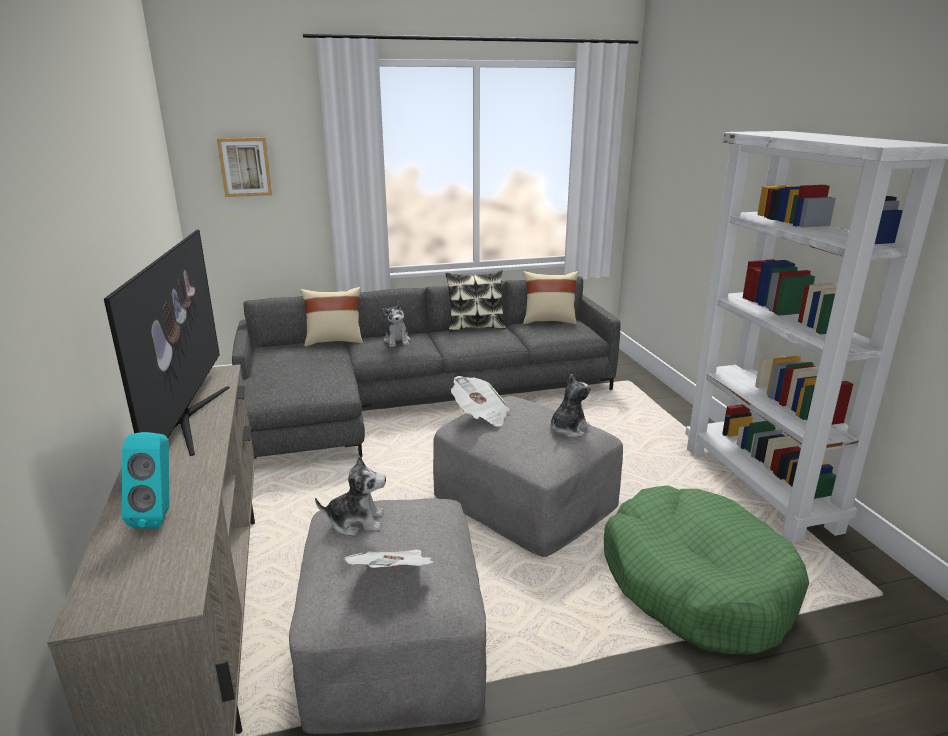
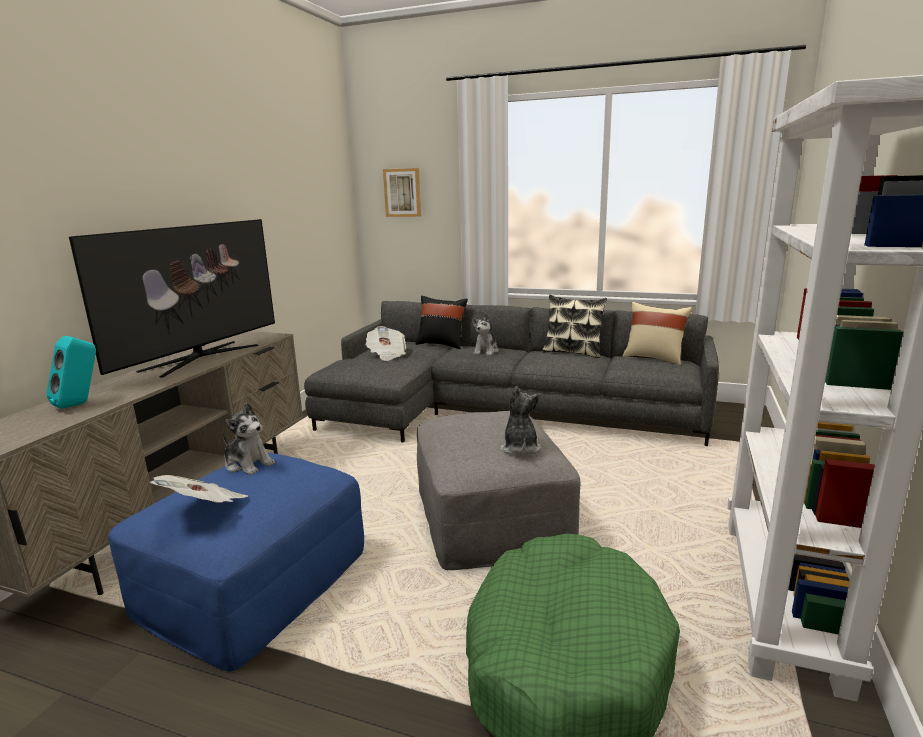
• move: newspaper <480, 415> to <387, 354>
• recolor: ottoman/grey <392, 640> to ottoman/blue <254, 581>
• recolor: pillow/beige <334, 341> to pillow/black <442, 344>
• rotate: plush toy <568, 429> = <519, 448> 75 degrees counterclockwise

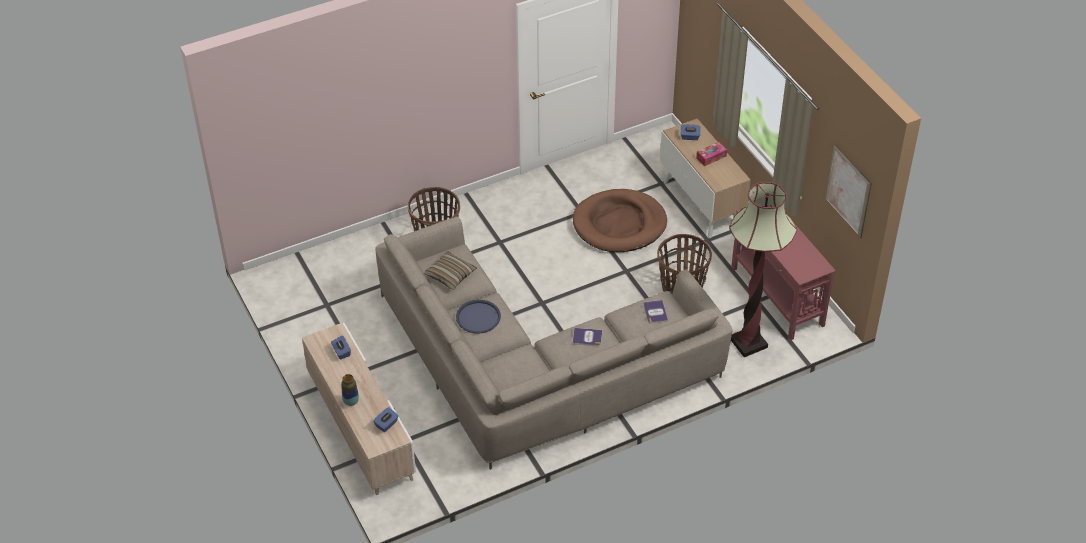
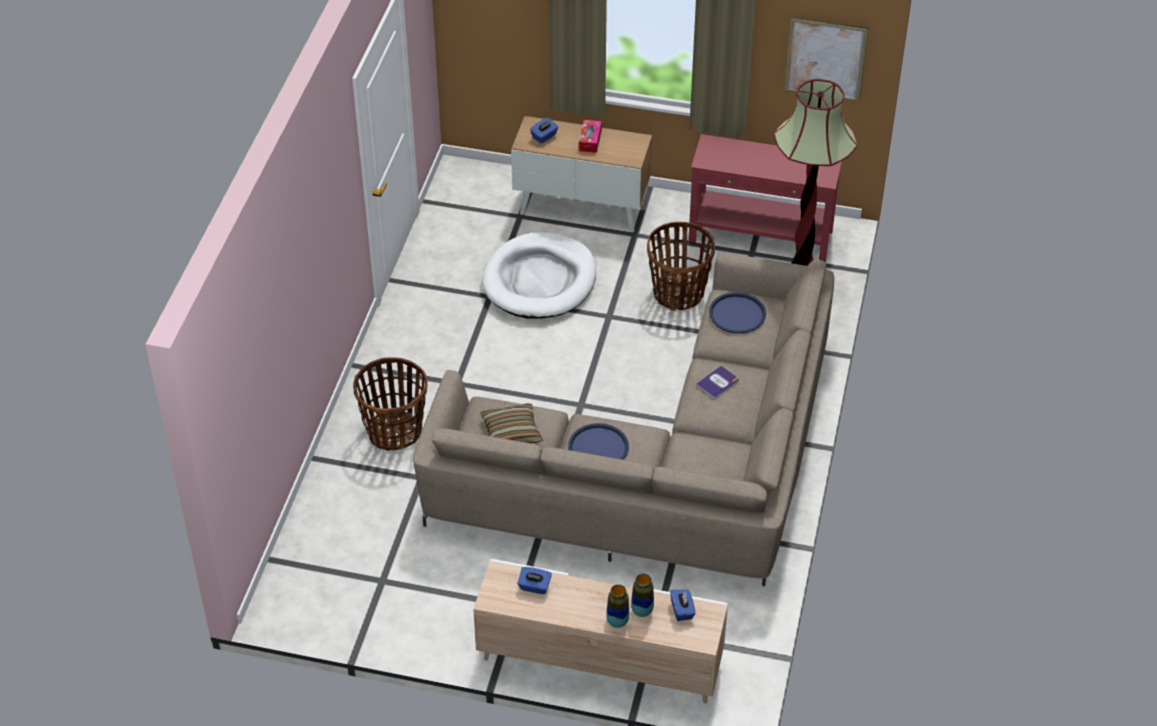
• insert: vase <642, 611>
• replace: book <655, 312> to tray/blue <737, 314>
• recolor: dog bed/brown <619, 224> to dog bed/white <540, 280>

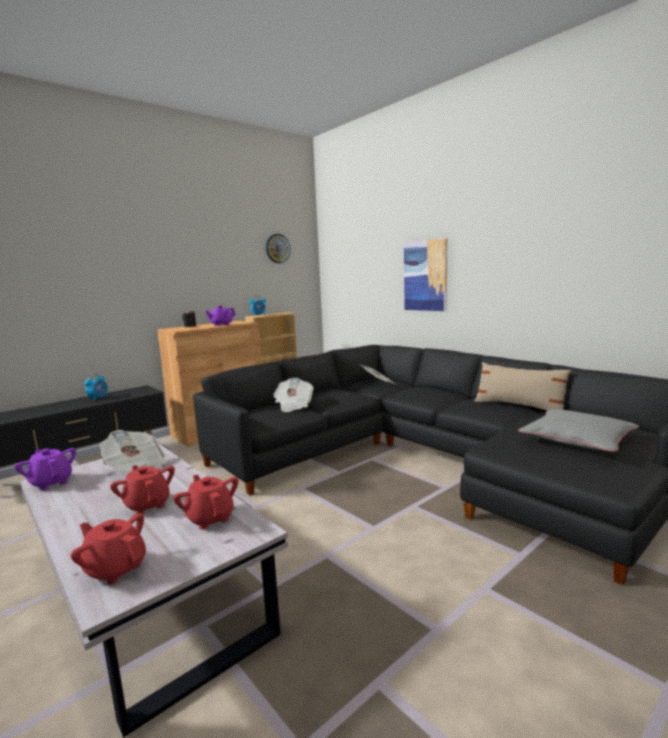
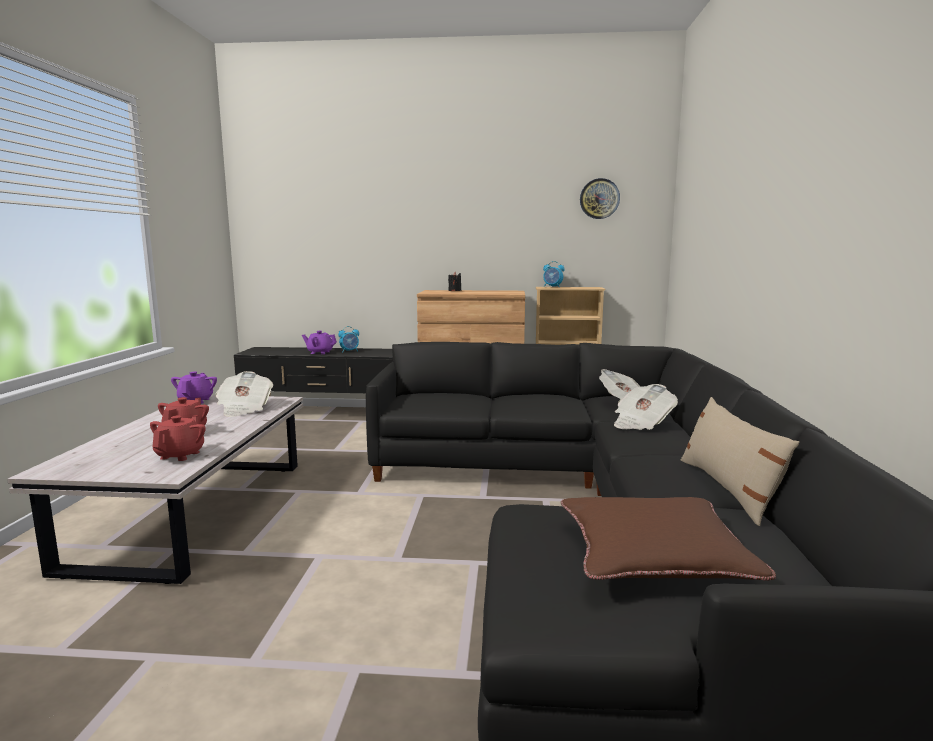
• delete: teapot/red <115, 569>
• delete: picture <425, 275>
• move: teapot/purple <221, 325> to <320, 352>
• move: newspaper <293, 405> to <641, 423>
• recolor: pillow/grey <577, 438> to pillow/brown <653, 553>

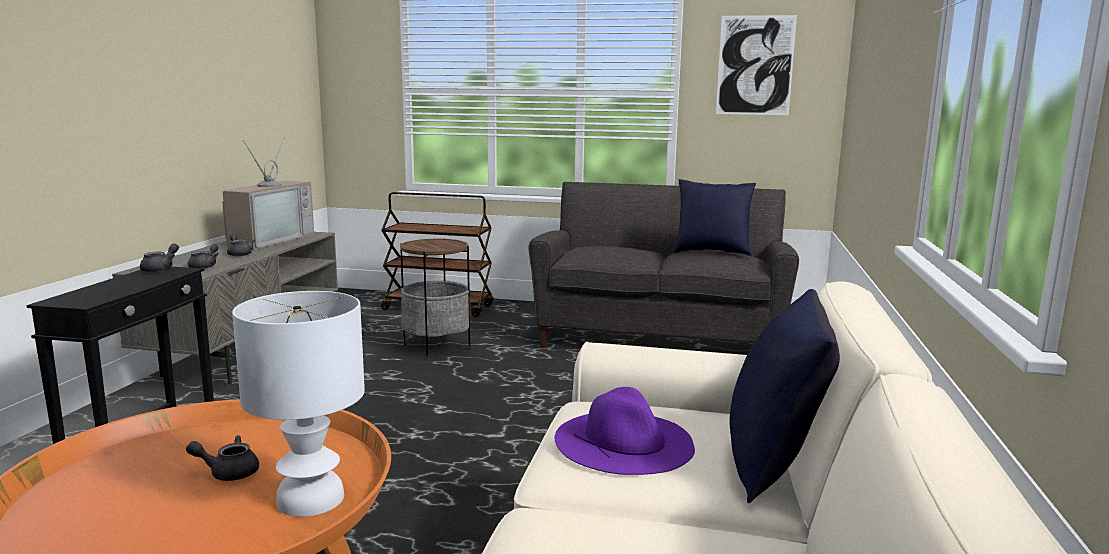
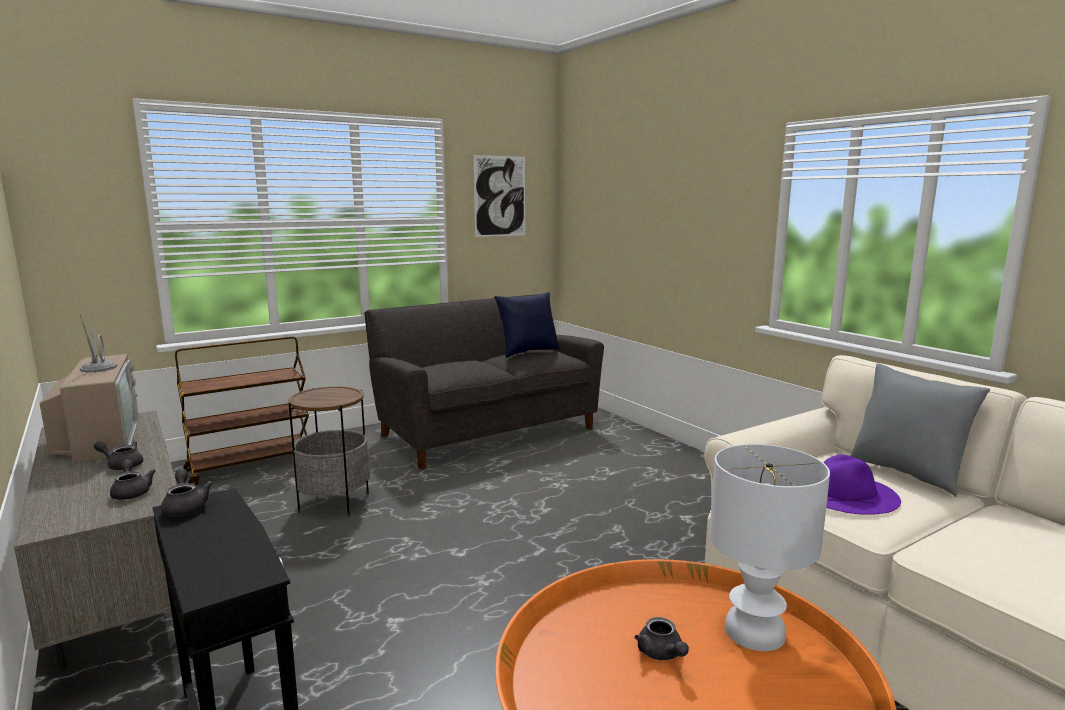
• recolor: pillow/blue <775, 464> to pillow/grey <906, 474>
• rotate: teapot/grey <228, 472> = <662, 654> 60 degrees counterclockwise

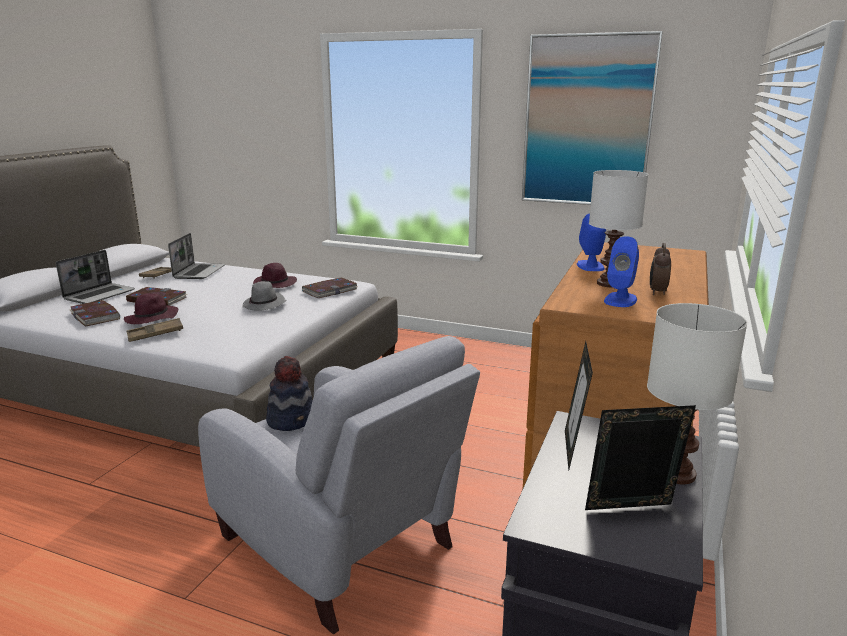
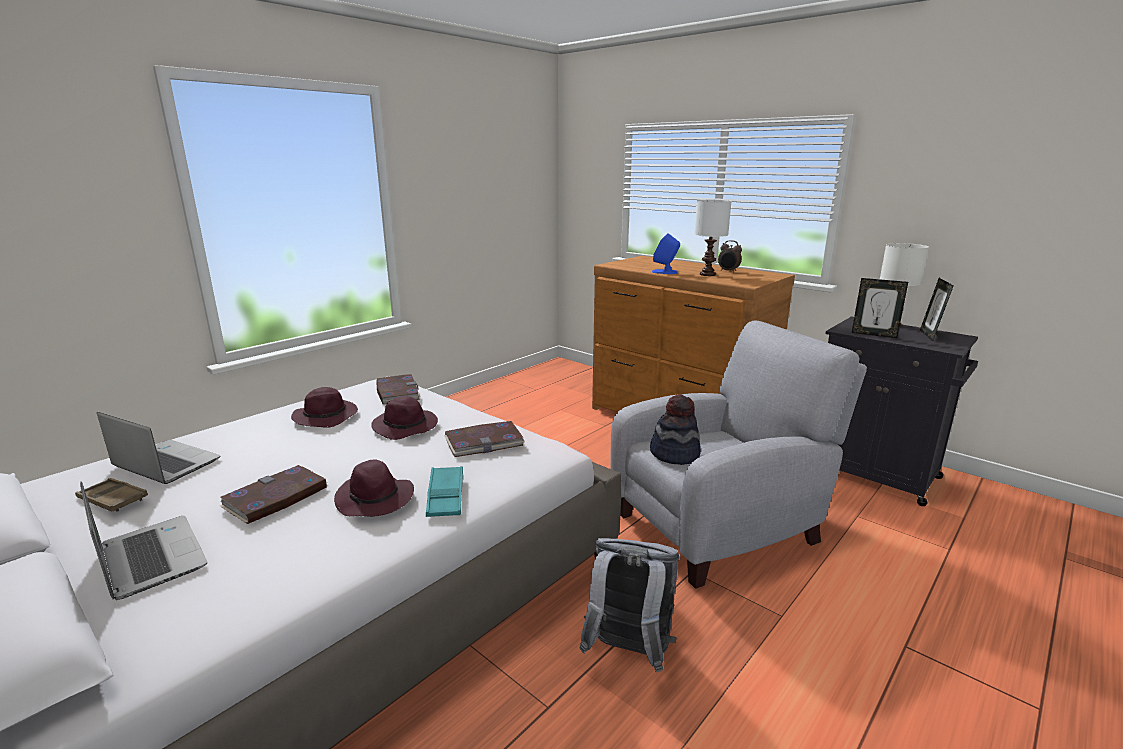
• delete: picture <587, 121>
• delete: speaker/blue <620, 300>
• insert: backpack/grey <628, 652>
• move: book <95, 316> to <484, 442>
• recolor: tray/brown <155, 334> to tray/turquoise <445, 496>
• recolor: hat/grey <264, 305> to hat/purple <406, 427>

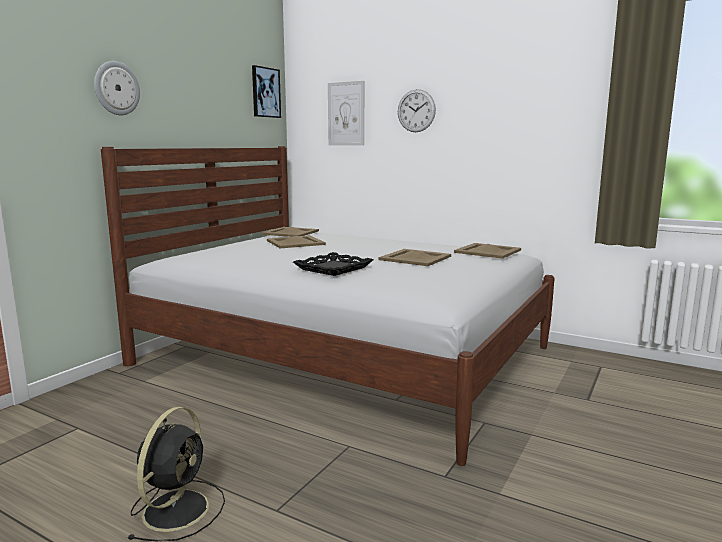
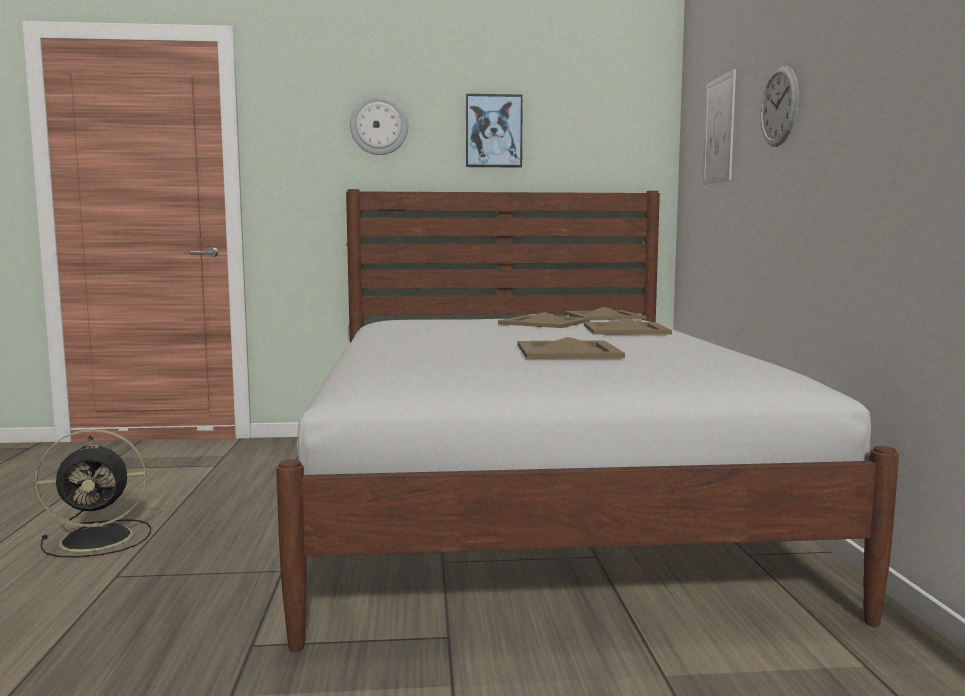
• delete: tray/black <333, 268>
• move: picture <265, 92> to <493, 131>
• move: tray/beige <488, 251> to <625, 330>

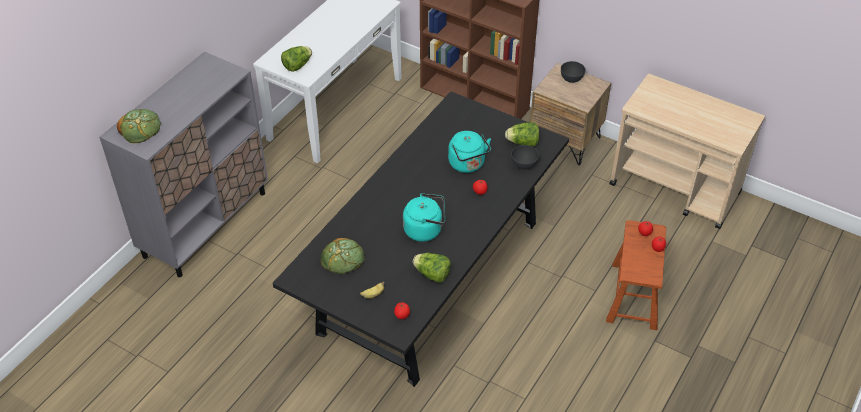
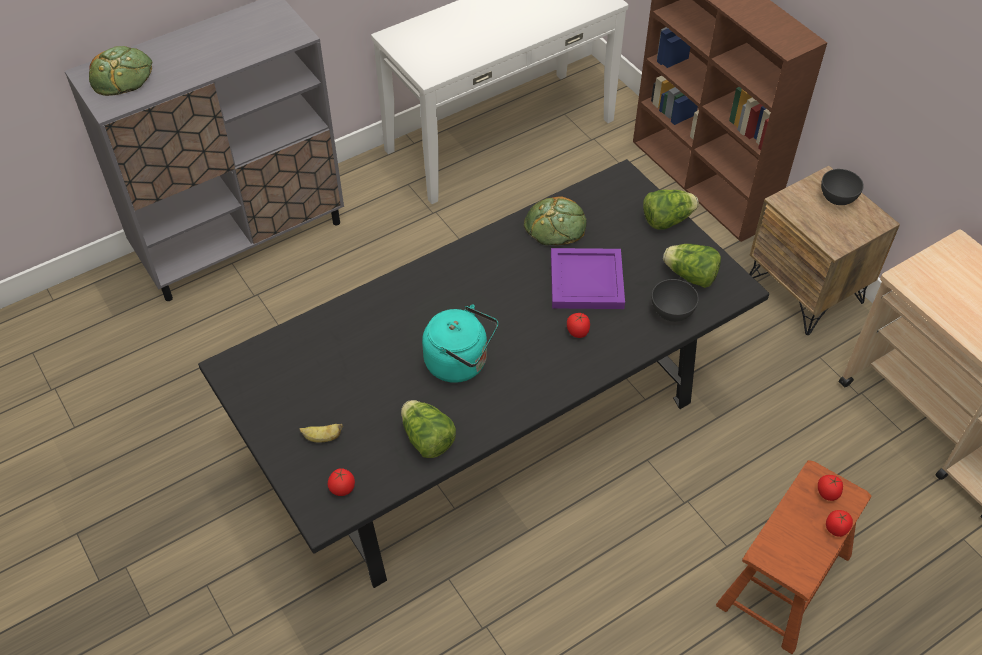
• move: lettuce <297, 66> to <667, 220>
• move: bread <343, 259> to <556, 226>
• replace: kettle/turquoise <468, 164> to tray/purple <585, 282>

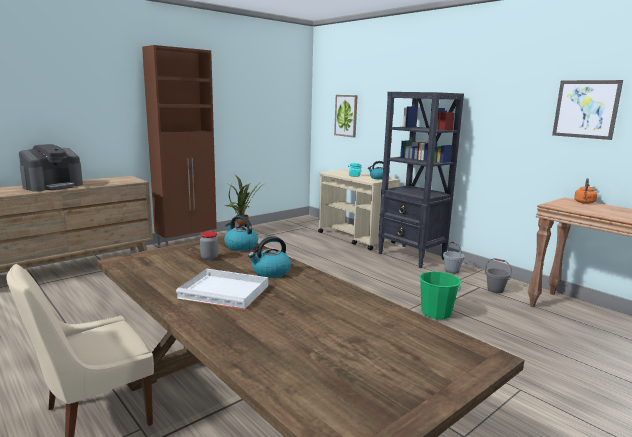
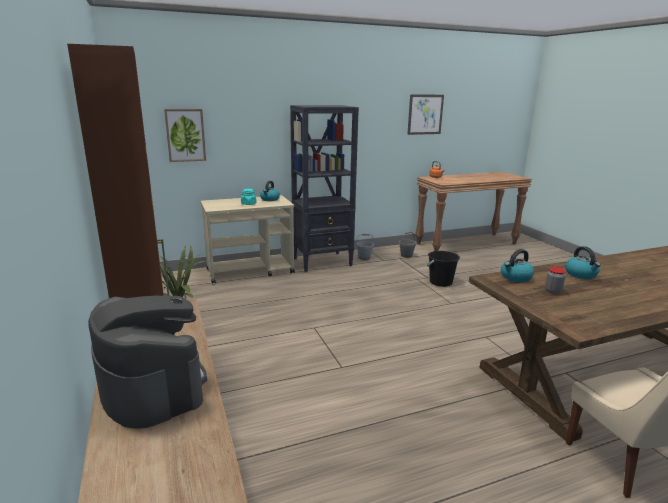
• delete: tray/white <226, 292>
• recolor: bucket/green <436, 313> to bucket/black <441, 282>

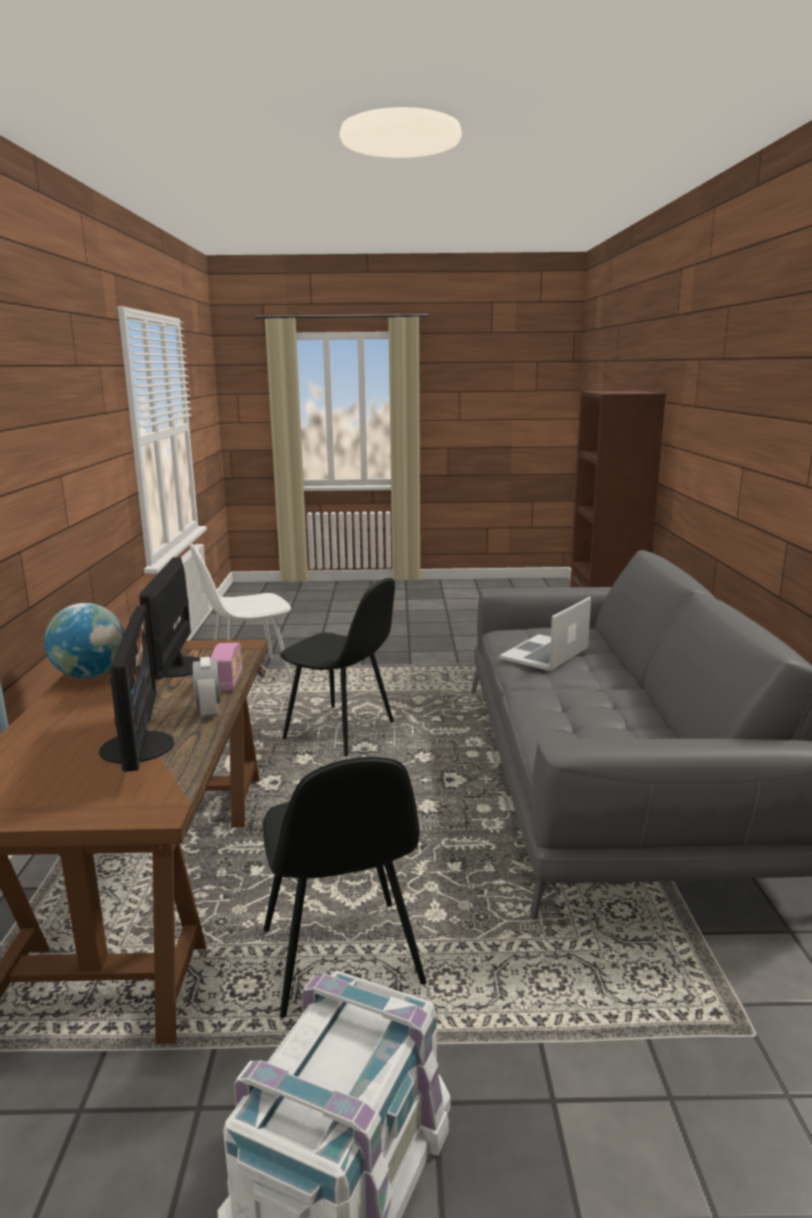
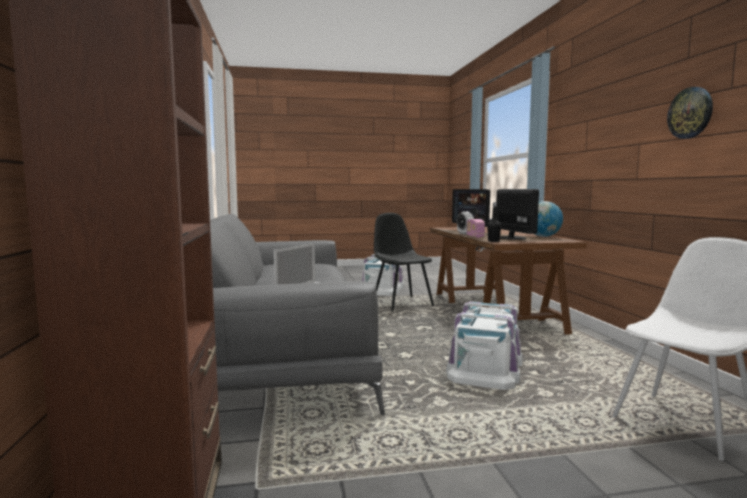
• insert: bottle/black <493, 241>
• insert: wall clock <690, 113>
• replace: chair/black <342, 731> to storage box/white <484, 368>

